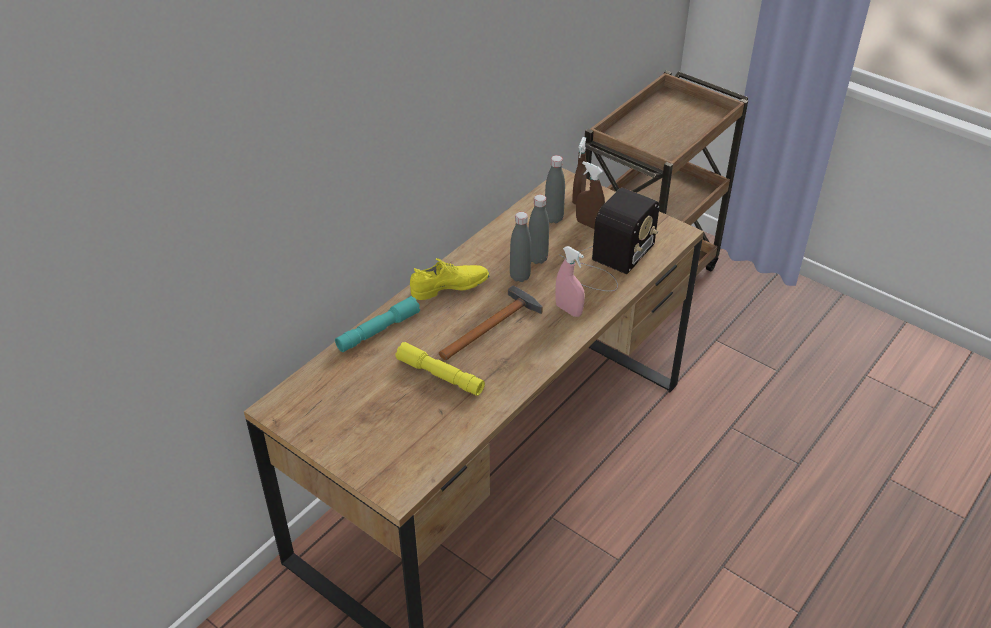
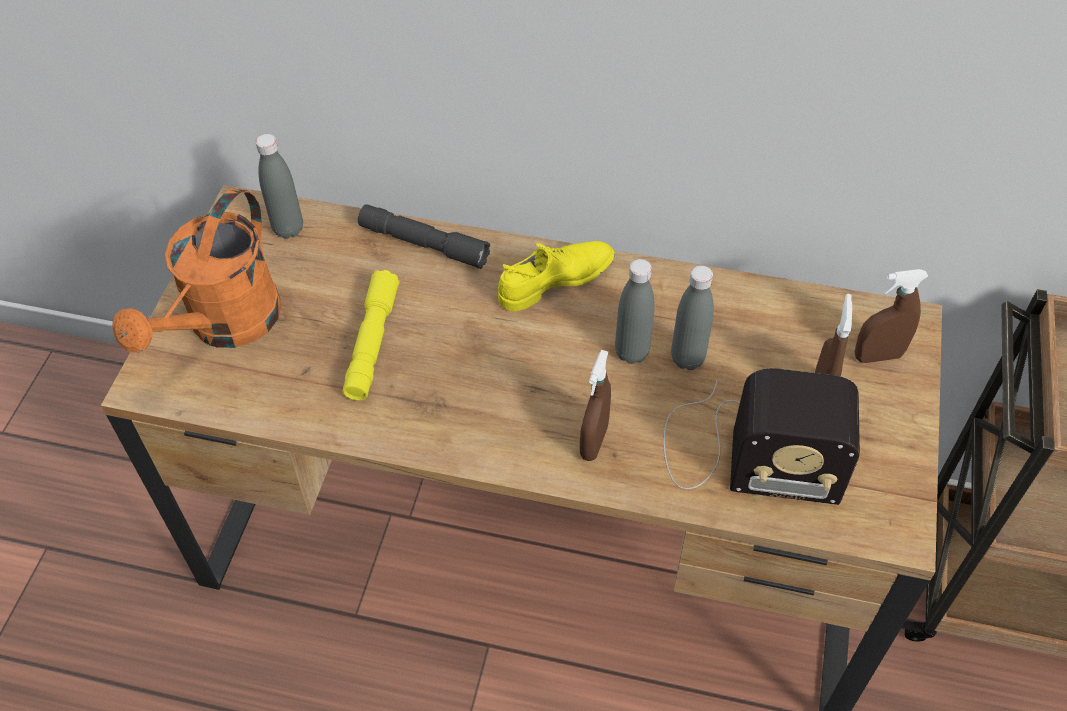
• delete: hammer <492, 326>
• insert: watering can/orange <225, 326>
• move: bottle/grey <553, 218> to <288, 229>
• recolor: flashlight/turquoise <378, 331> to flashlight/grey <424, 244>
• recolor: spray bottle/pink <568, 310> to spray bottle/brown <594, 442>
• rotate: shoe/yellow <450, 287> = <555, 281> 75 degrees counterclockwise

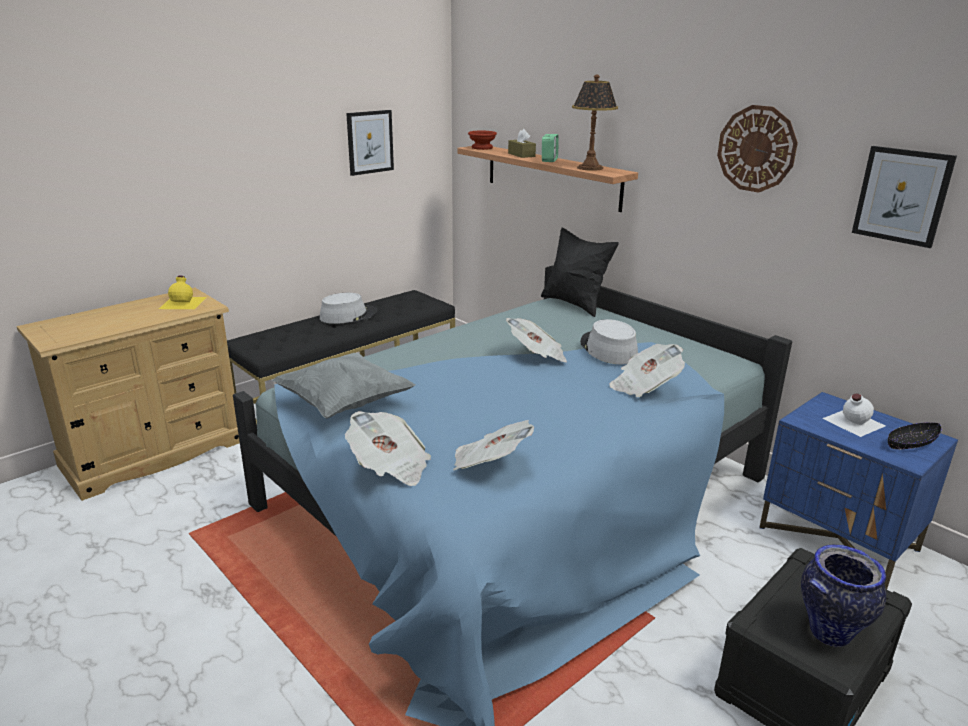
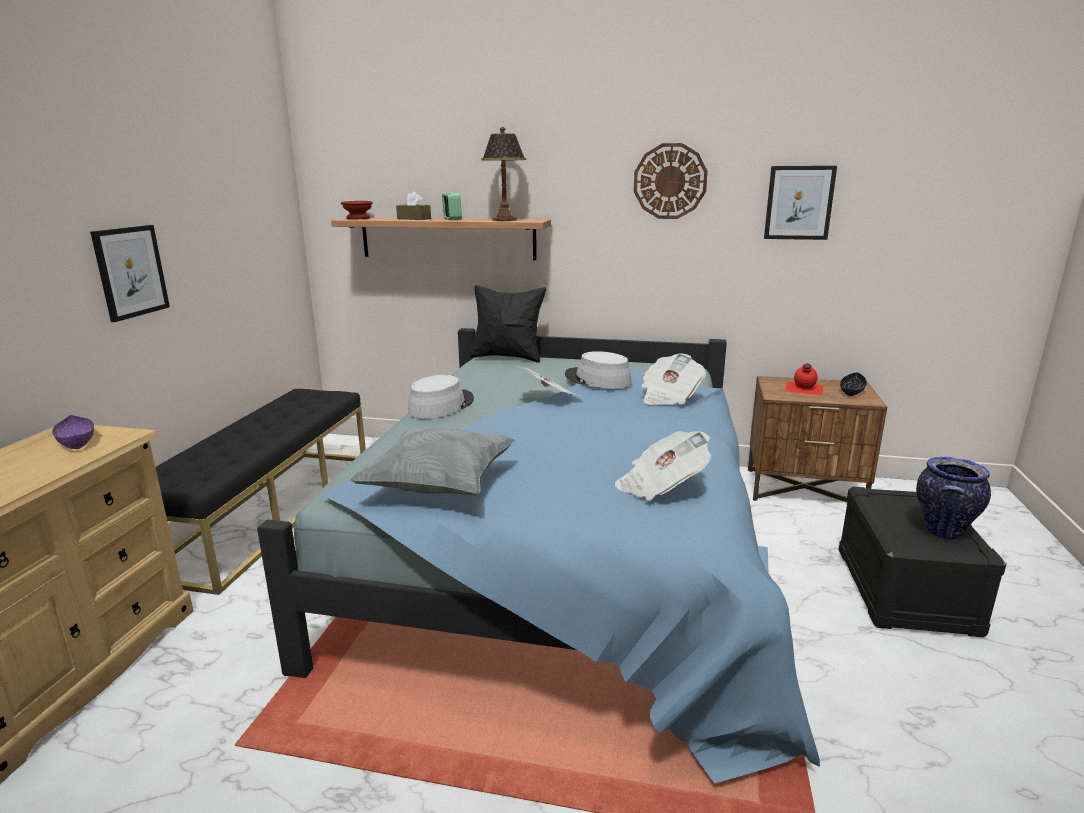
• delete: newspaper <390, 467>
• move: hat/grey <348, 315> to <441, 405>
• move: picture <370, 142> to <131, 272>
• replace: bottle/yellow <183, 302> to bowl/purple <76, 440>
• recolor: nightstand/blue <839, 539> to nightstand/brown <804, 489>
• recolor: bottle/white <852, 422> to bottle/red <803, 388>

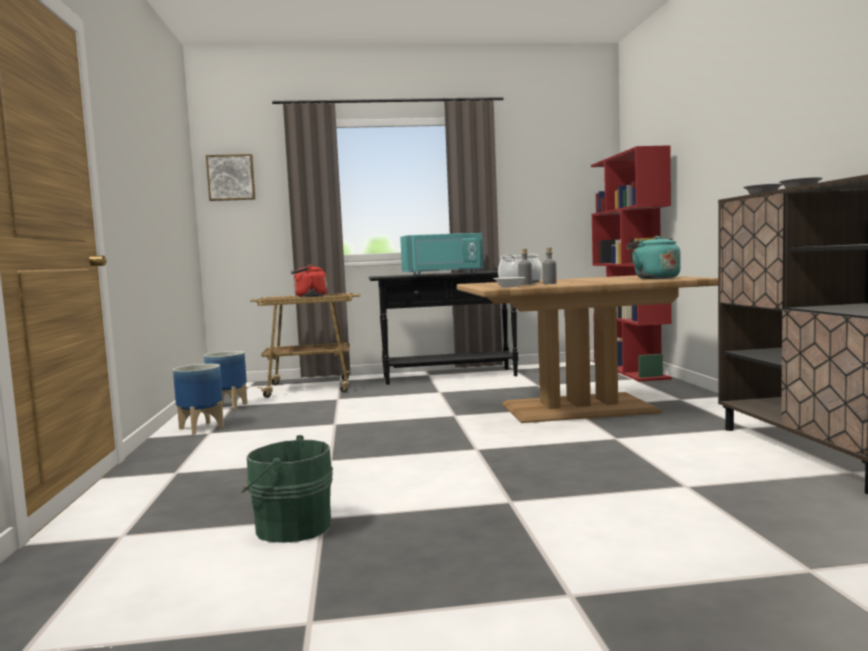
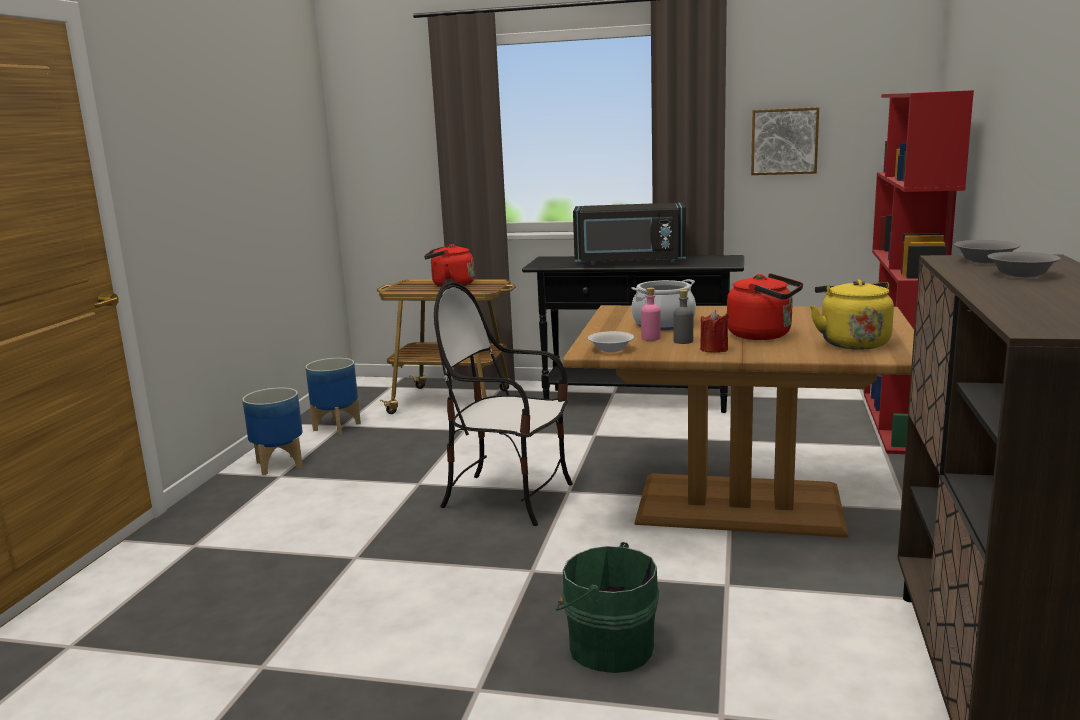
• insert: chair <509, 497>
• insert: candle/red <714, 349>
• insert: kettle/red <763, 335>
• move: picture <231, 177> to <784, 141>
• move: bucket/green <290, 527> to <608, 646>
• recolor: microwave/turquoise <443, 273> to microwave/black <629, 262>
• recolor: bottle/grey <525, 284> to bottle/pink <650, 338>
• recolor: kettle/turquoise <654, 278> to kettle/yellow <852, 343>

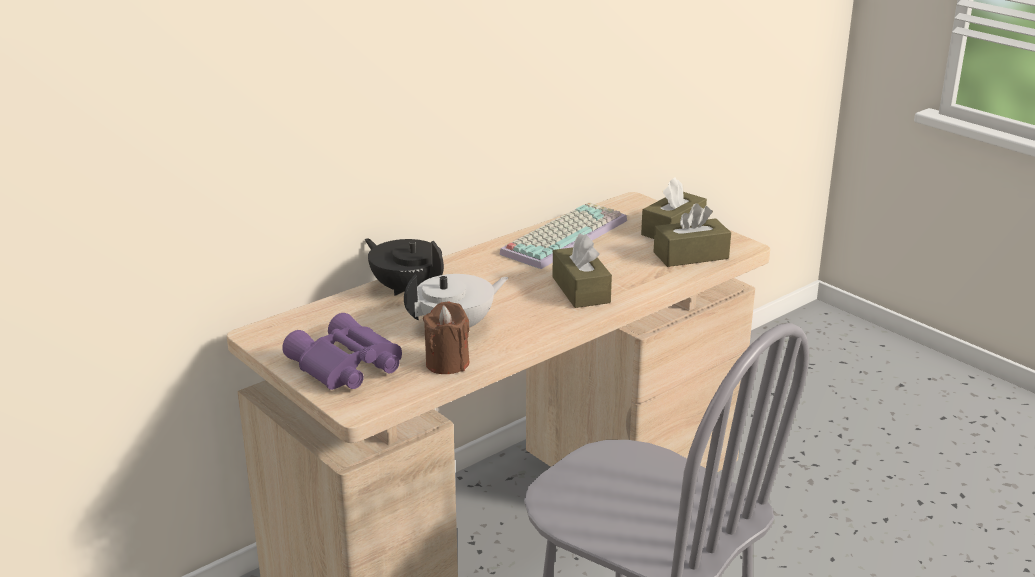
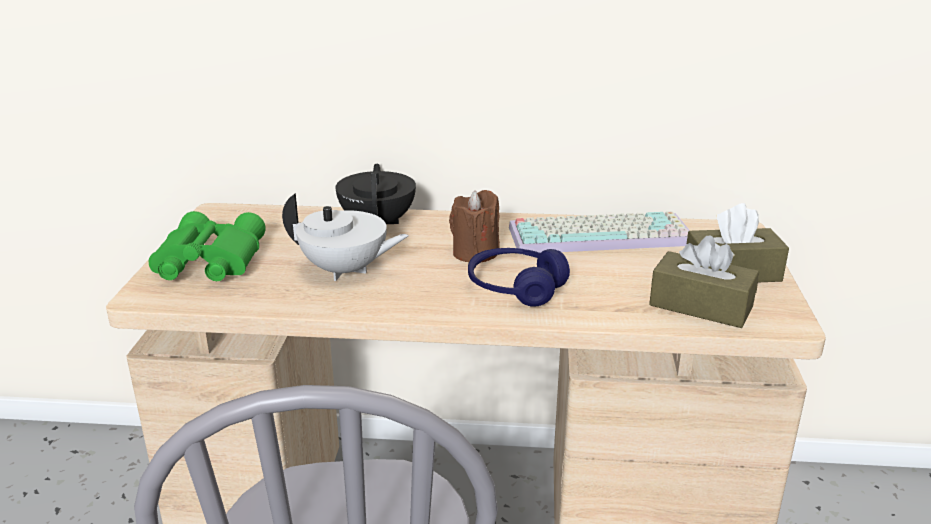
• move: candle/brown <447, 363> to <475, 253>
• replace: tissue box/brown <581, 290> to headphones/blue <515, 288>
• recolor: binoculars/purple <345, 367> to binoculars/green <207, 261>

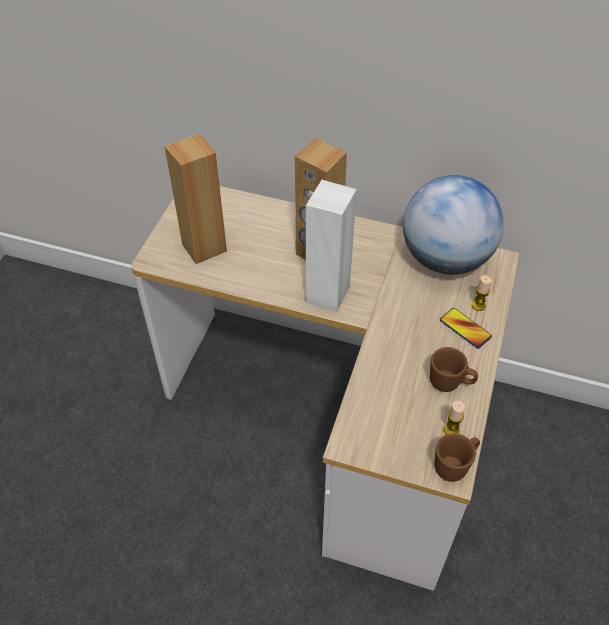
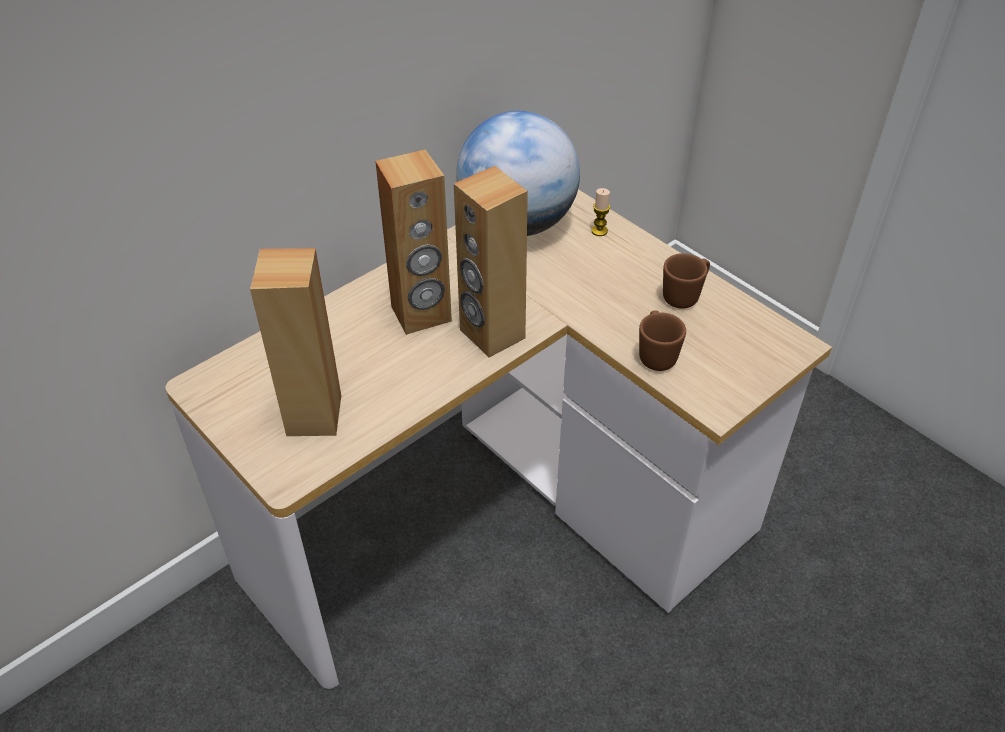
• delete: phone <465, 328>
• delete: candle <451, 430>
• move: mug/brown <455, 465> to <656, 354>
• recolor: speaker/white <327, 294> to speaker/brown <491, 334>

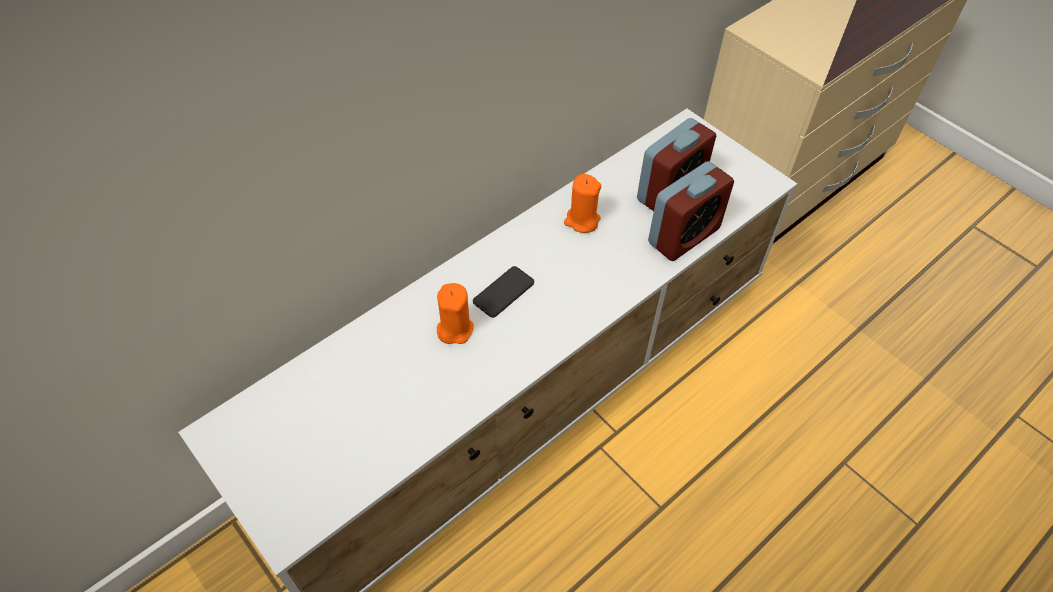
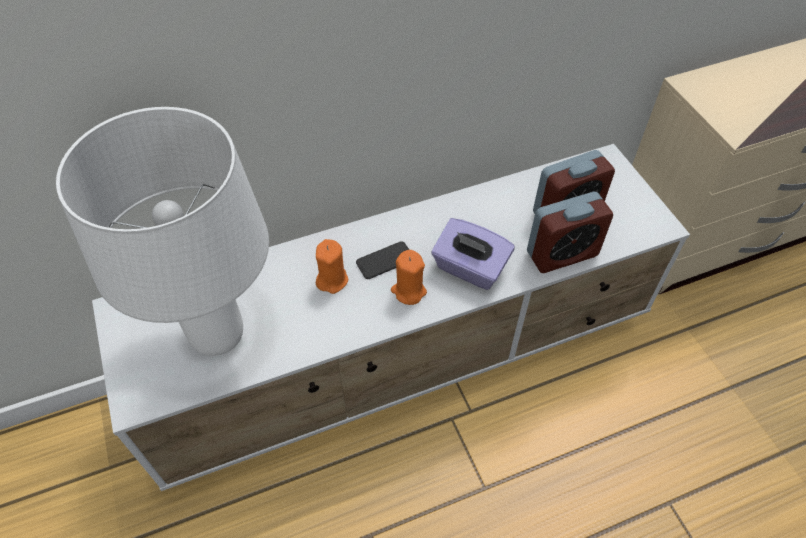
• insert: table lamp/white <218, 335>
• insert: tissue box/purple <469, 268>
• move: candle/orange <582, 221> to <408, 291>

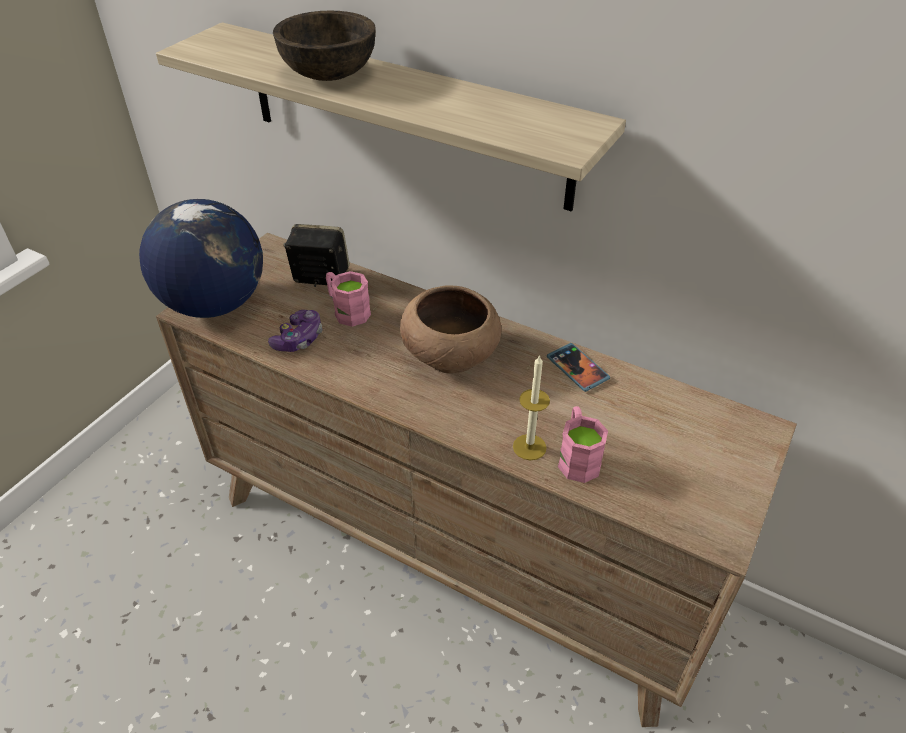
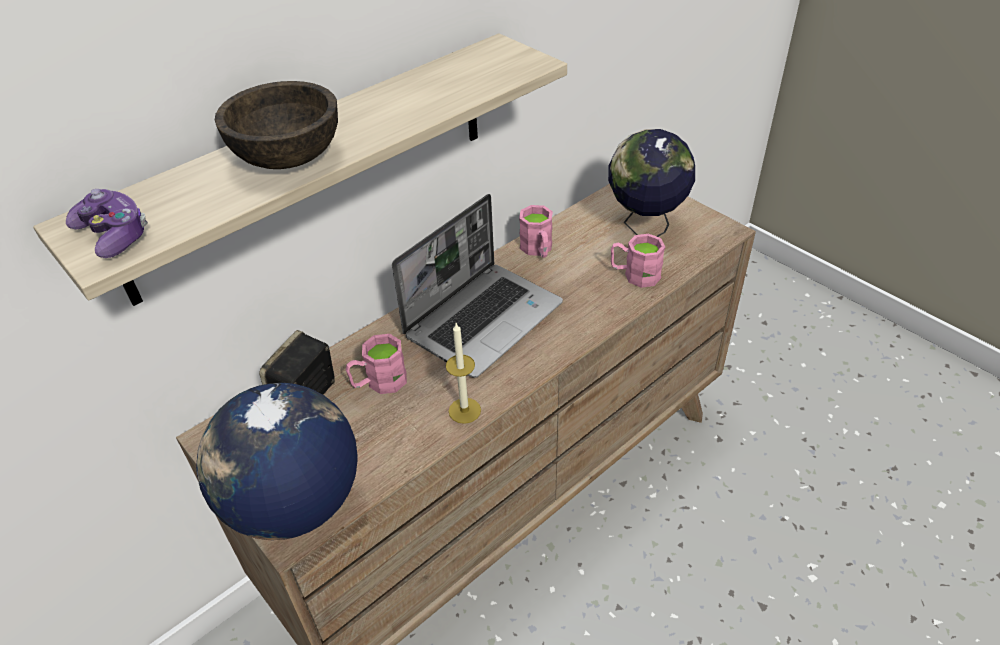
• insert: globe <645, 227>
• move: game controller <299, 339> to <114, 235>
• move: candle <529, 447> to <464, 410>
• replace: bowl/brown <451, 353> to laptop <484, 319>
• replace: phone <577, 369> to mug/pink <538, 250>

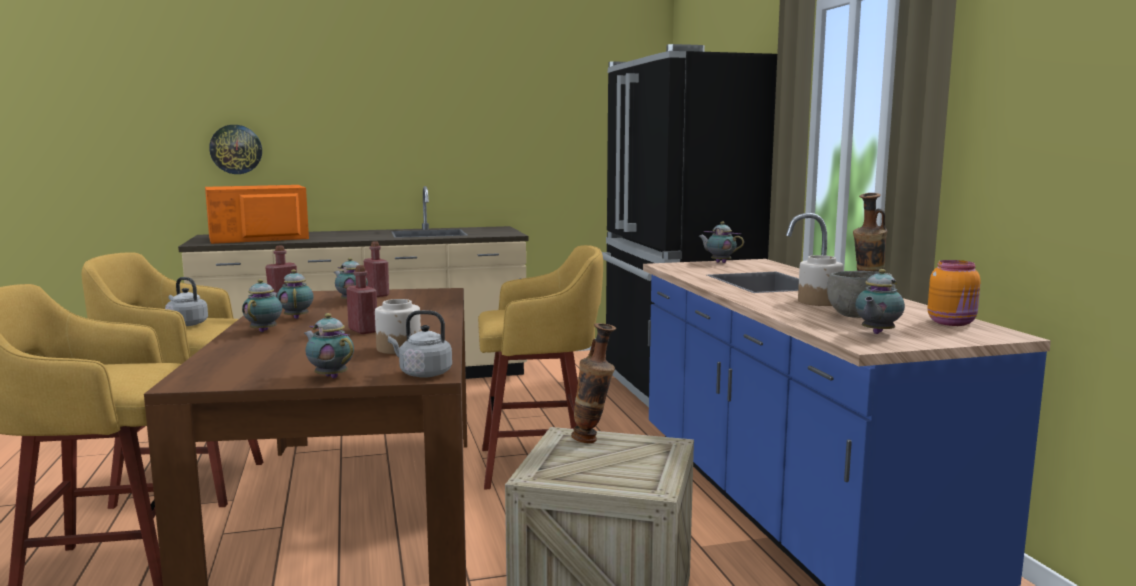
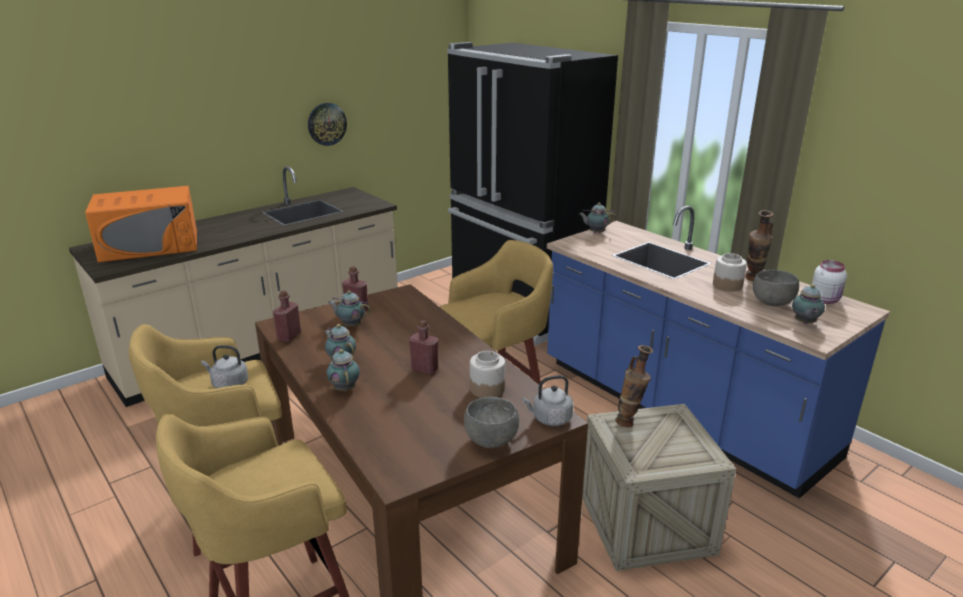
• move: wall clock <236, 149> to <327, 124>
• replace: teapot <330, 376> to bowl/grey <492, 441>
• recolor: jar/orange <952, 323> to jar/white <825, 300>
• rotate: microwave/orange <258, 238> = <150, 246> 150 degrees counterclockwise

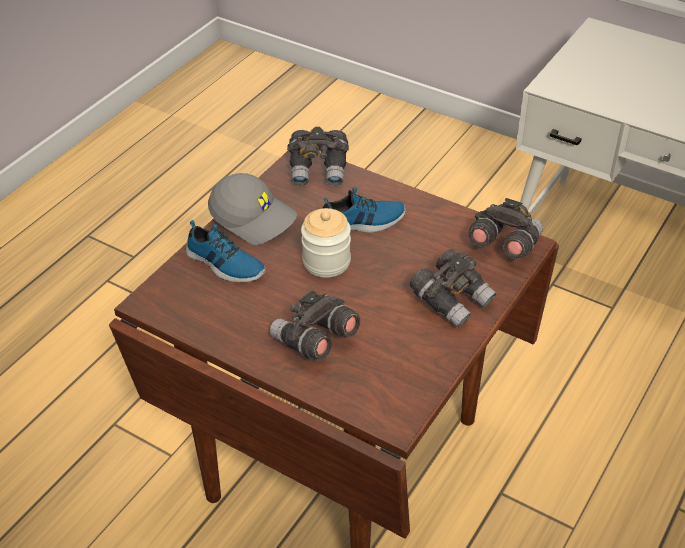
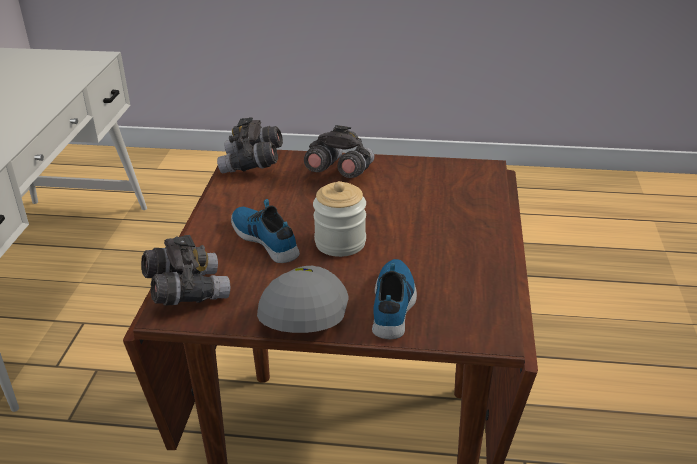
• delete: binoculars/grey <315, 340>

